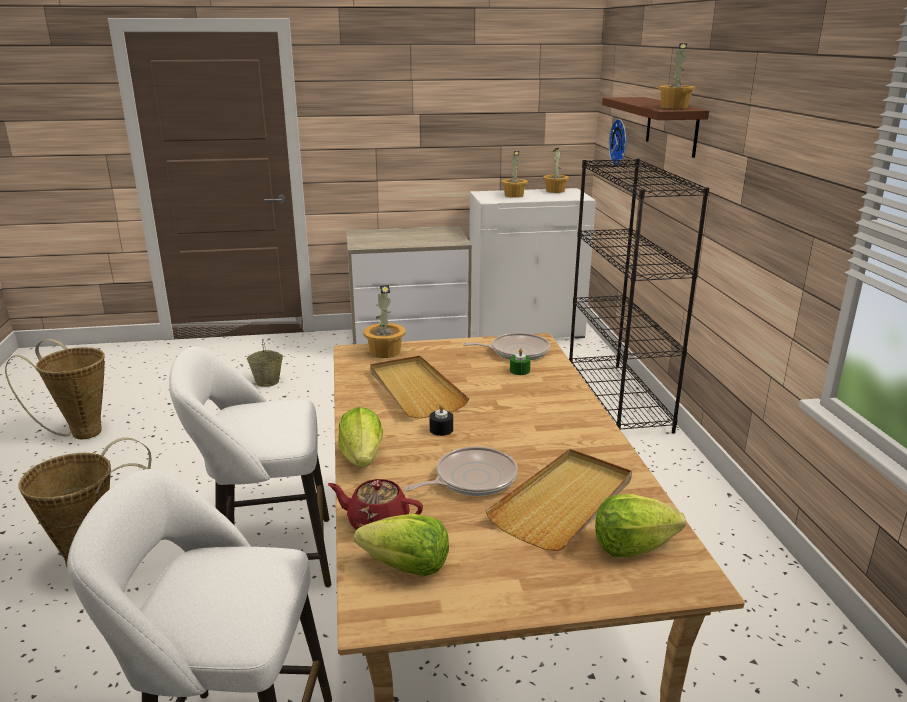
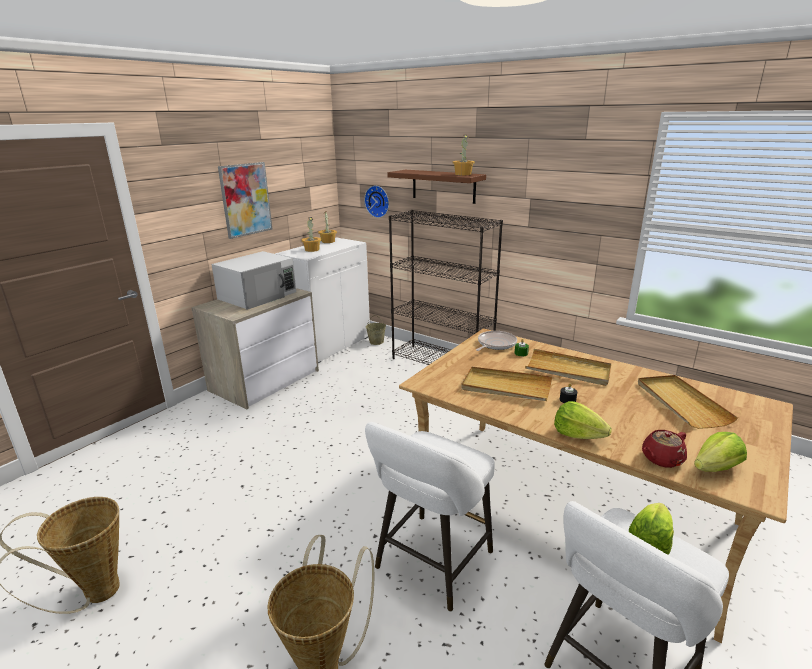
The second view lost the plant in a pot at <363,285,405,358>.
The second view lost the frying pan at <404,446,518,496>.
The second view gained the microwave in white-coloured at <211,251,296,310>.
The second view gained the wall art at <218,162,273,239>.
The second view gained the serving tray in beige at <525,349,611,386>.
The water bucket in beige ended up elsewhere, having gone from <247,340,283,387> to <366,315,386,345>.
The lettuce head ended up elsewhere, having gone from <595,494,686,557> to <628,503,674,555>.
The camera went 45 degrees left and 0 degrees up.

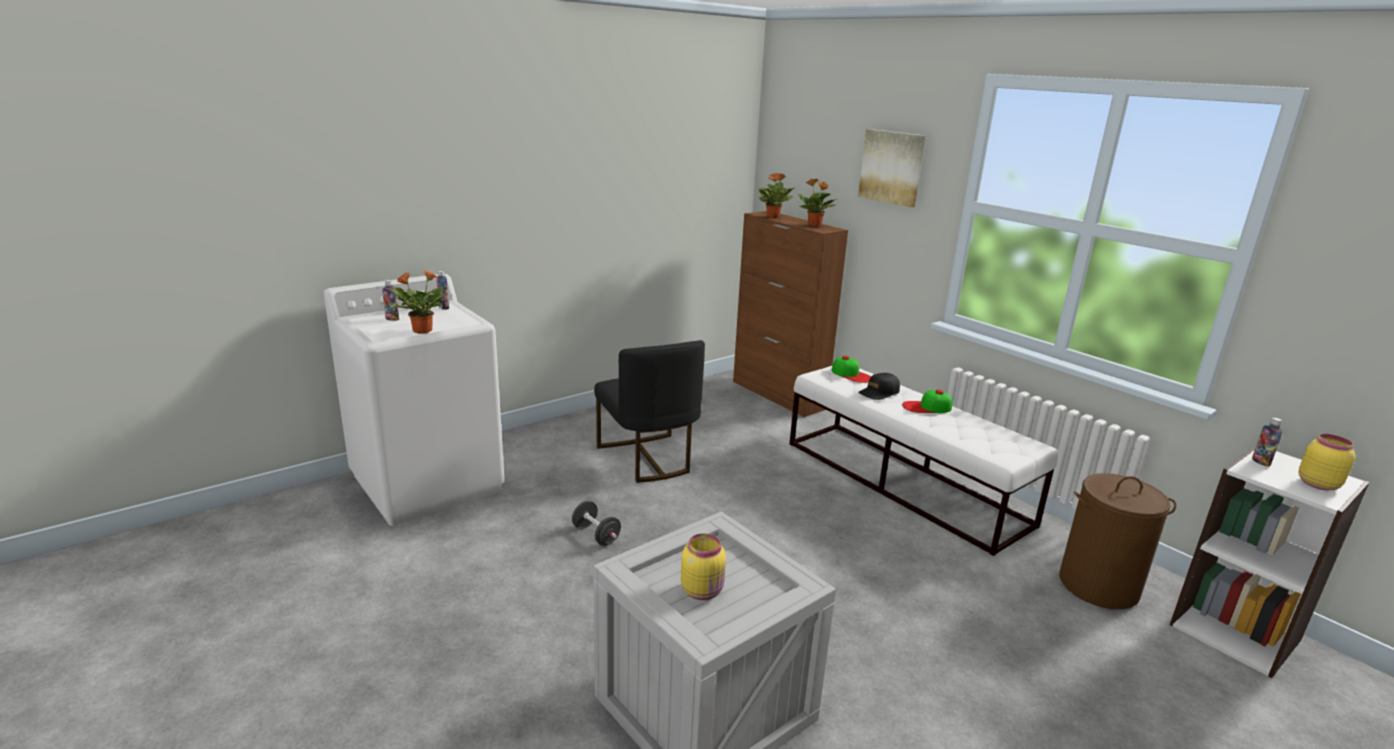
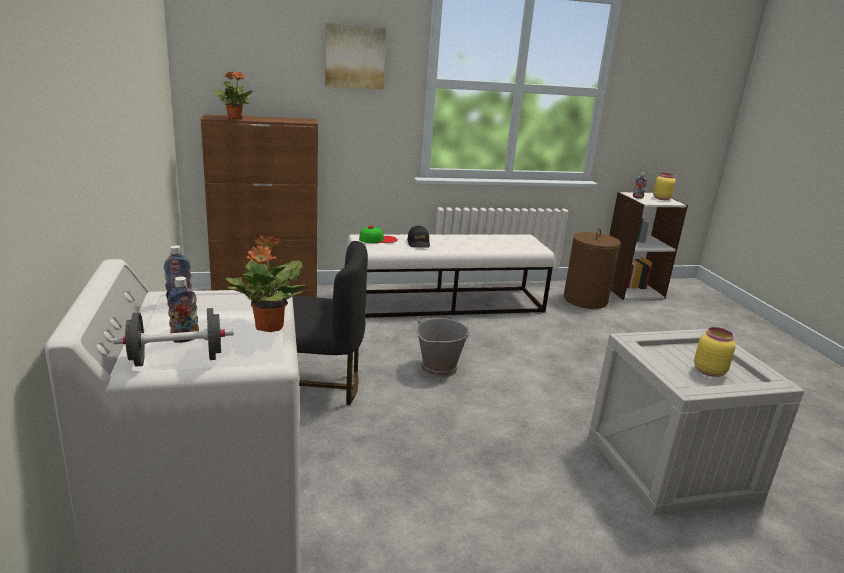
The second view lost the plant in a pot at <798,178,837,227>.
The second view lost the cap at <902,389,952,413>.
The second view gained the water bucket in grey at <416,318,471,378>.
The free weight in blackish ended up elsewhere, having gone from <572,501,621,546> to <113,308,234,367>.
The camera went 65 degrees left and 0 degrees up.

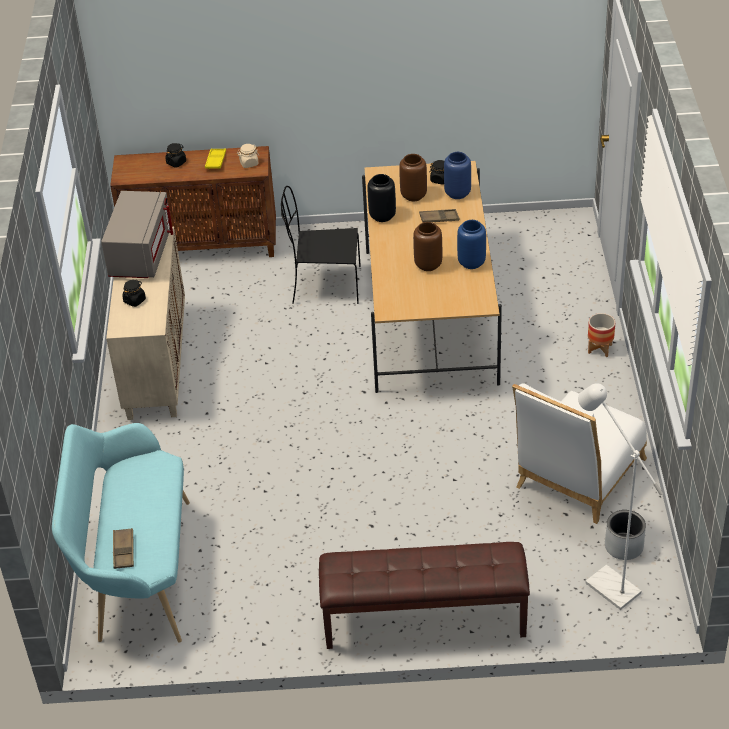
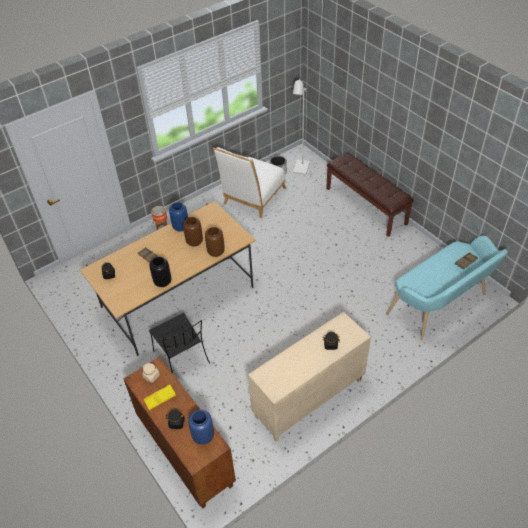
The second view lost the microwave in grey at <101,191,173,278>.
The vase in brown-coloured ended up elsewhere, having gone from <399,154,427,201> to <205,227,225,257>.
The vase in blue ended up elsewhere, having gone from <444,152,471,199> to <188,410,214,445>.
The chair in white-coloured at <512,383,647,524> ended up facing another way, 120 degrees clockwise from before.
The camera went 125 degrees left and 5 degrees up.

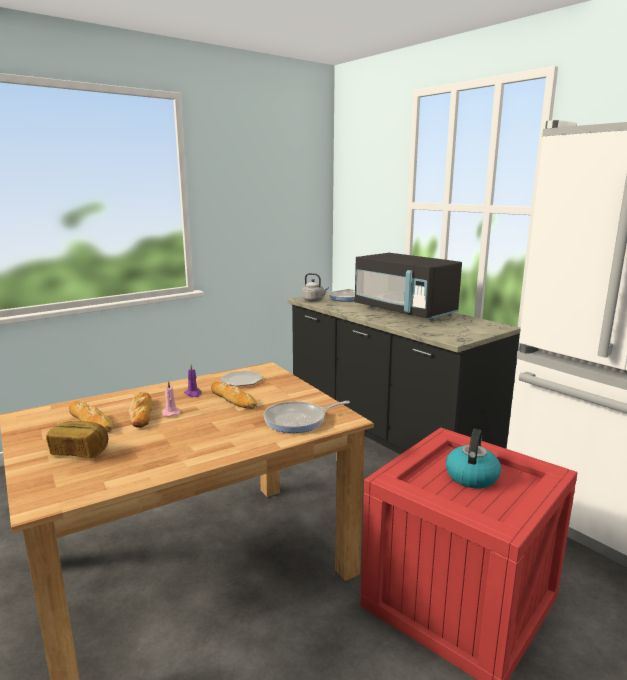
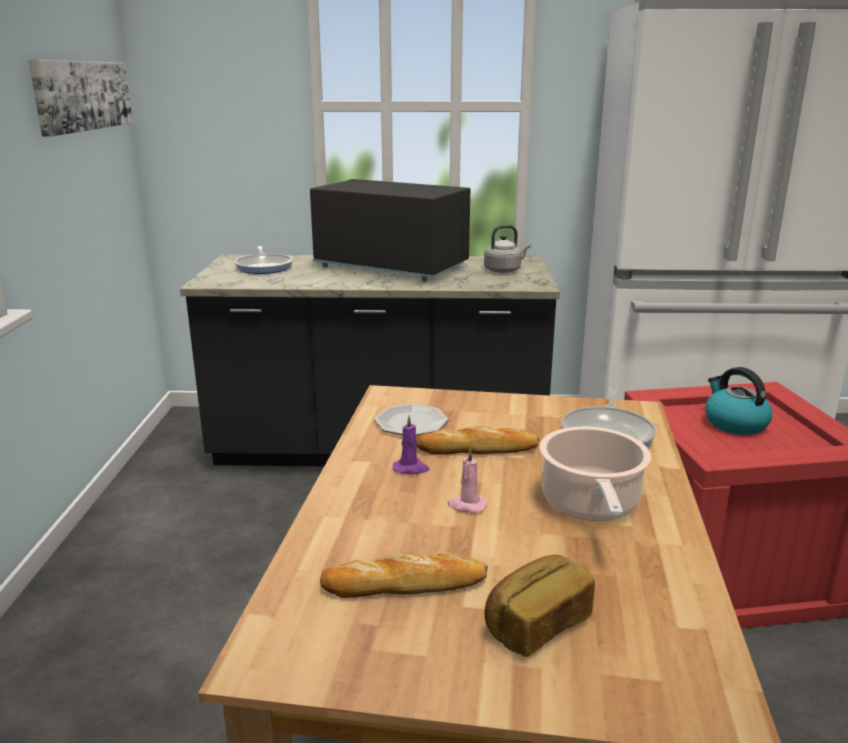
The second view lost the bakery bread at <129,392,152,428>.
The second view gained the wall art at <28,60,133,137>.
The second view gained the stockpot at <540,426,651,521>.
The kettle in grey ended up elsewhere, having gone from <302,273,329,302> to <484,225,531,273>.
The microwave in blackish at <355,253,462,321> ended up facing another way, 150 degrees counterclockwise from before.
The camera went 50 degrees left and 5 degrees up.

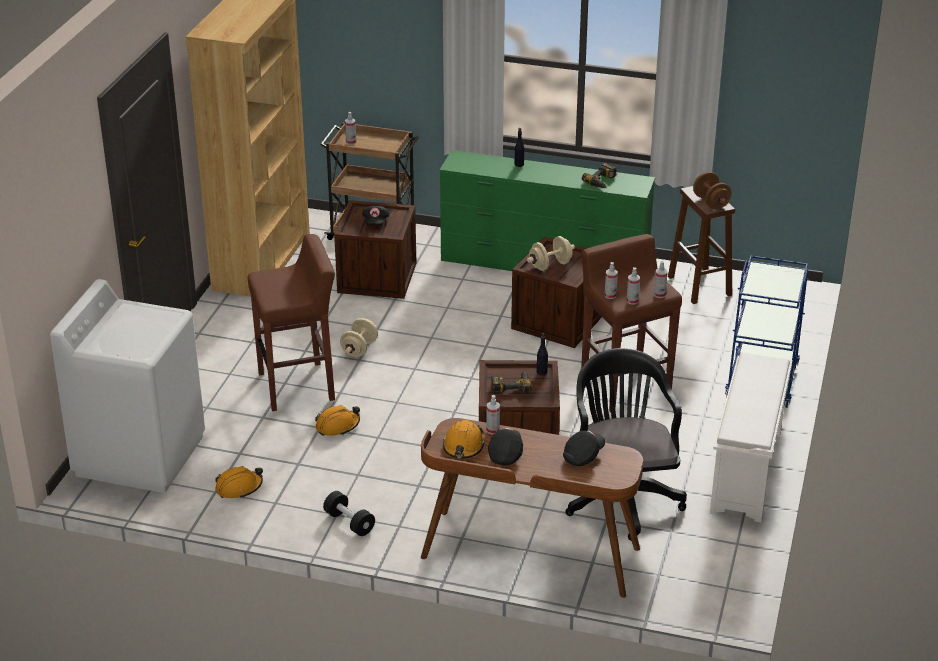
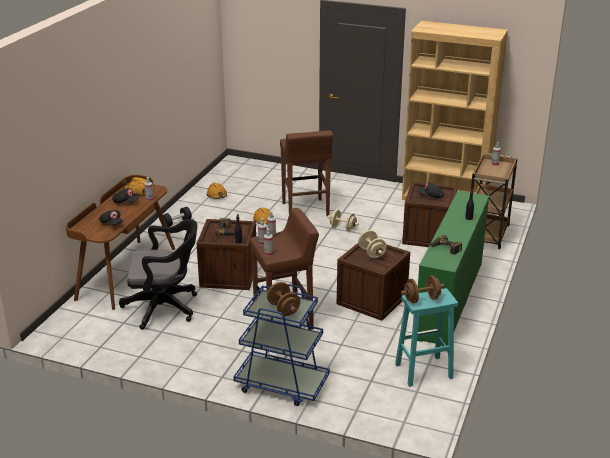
The second view lost the washing machine in white-coloured at <50,279,205,493>.
The second view lost the shoe rack in white-coloured at <710,353,792,523>.
The second view gained the free weight in brown-coloured at <267,282,300,316>.
What was the stool seat in brown-coloured at <668,186,735,304> turned into the stool seat in blue-green at <395,288,458,387>.
The camera went 95 degrees right and 5 degrees down.

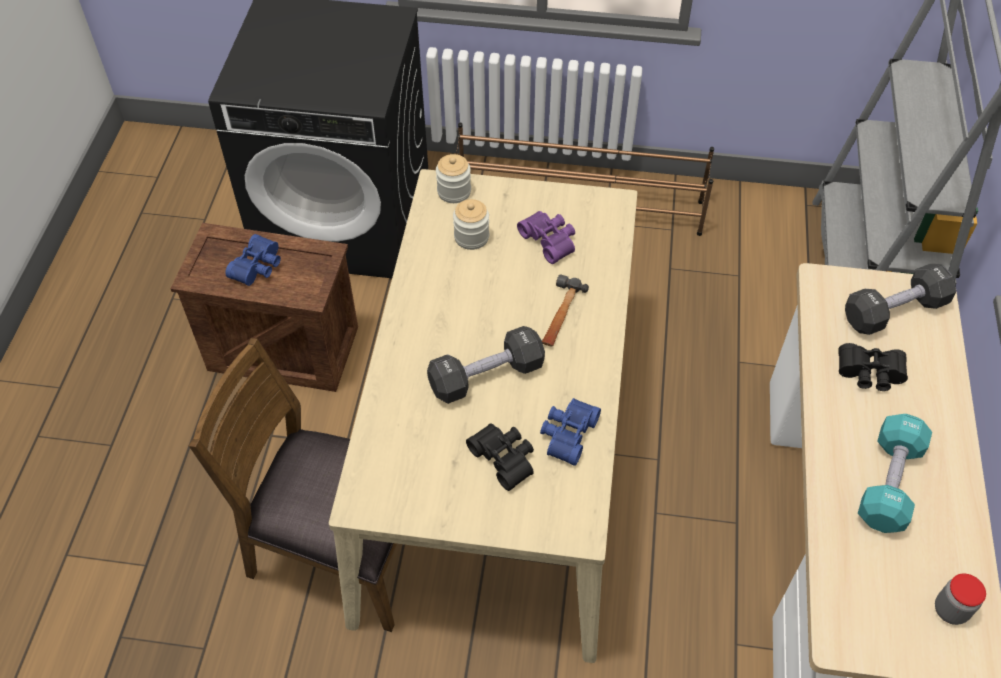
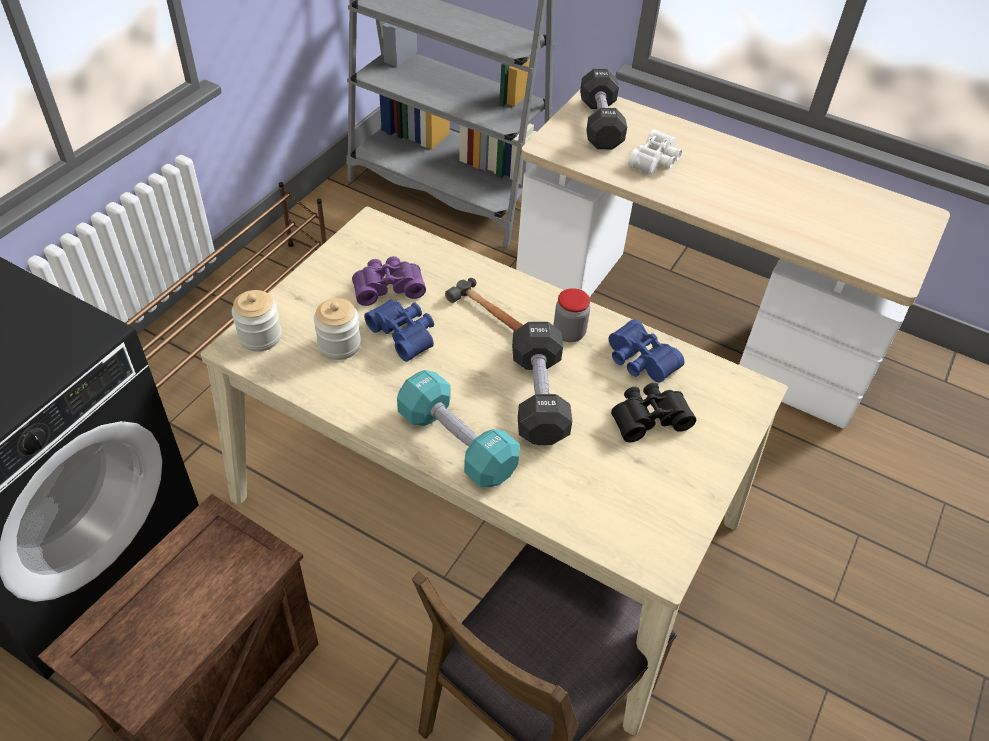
The pair of binoculars in blue ended up elsewhere, having gone from <225,234,281,286> to <364,299,434,362>.
The free weight in blue-green ended up elsewhere, having gone from <858,414,932,533> to <397,370,520,487>.
The preserve jar ended up elsewhere, having gone from <935,574,986,625> to <554,288,590,342>.
What was the pair of binoculars in blackish at <839,343,908,391> turned into the pair of binoculars in white-coloured at <628,129,682,175>.
The camera went 70 degrees left and 5 degrees down.

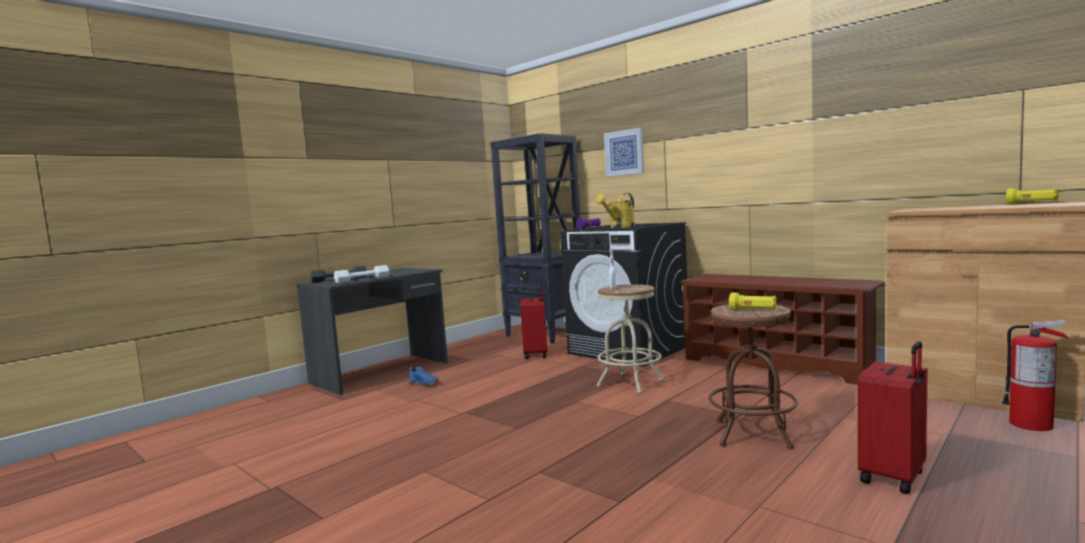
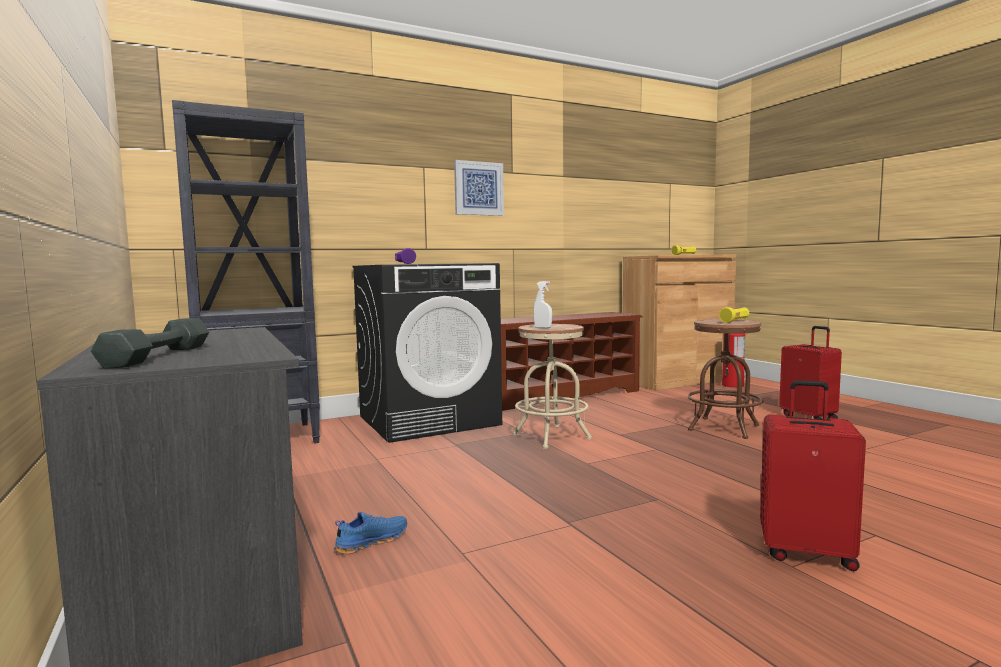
The second view lost the free weight in white-coloured at <334,265,389,283>.
The second view lost the sprinkling can in yellowish at <596,193,635,228>.
The suitcase in reddish ended up elsewhere, having gone from <520,284,547,359> to <760,380,866,571>.
The wall art ended up elsewhere, having gone from <604,128,644,177> to <454,160,504,216>.
The camera went 70 degrees left and 0 degrees up.

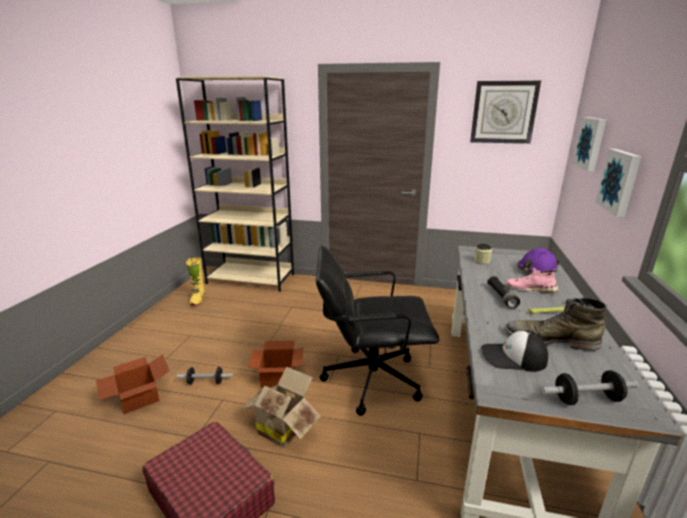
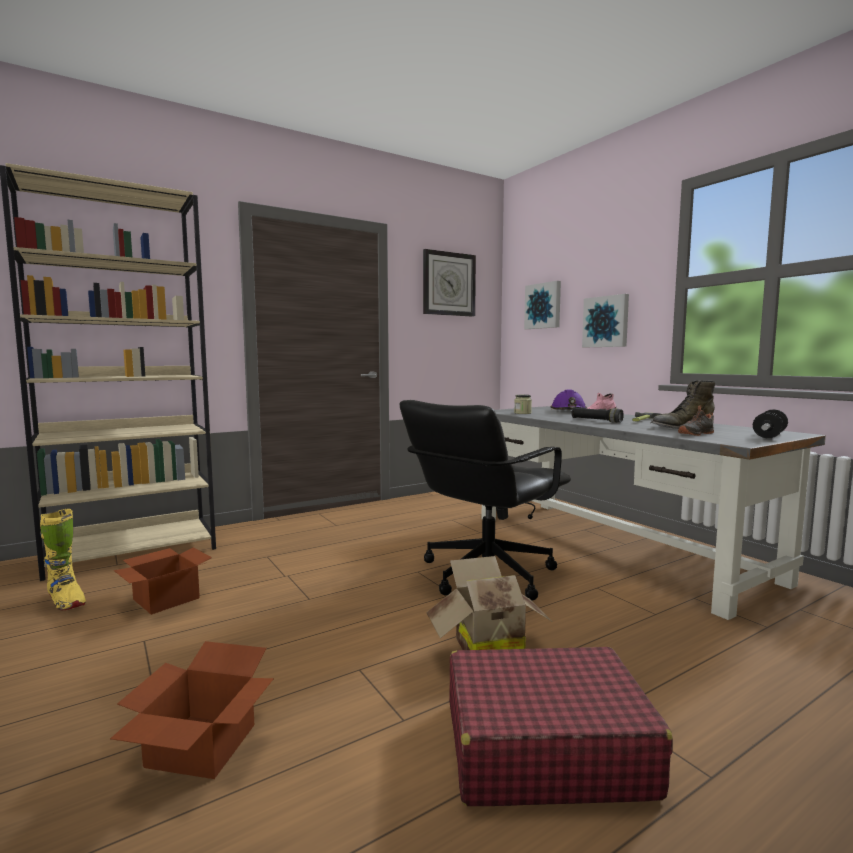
The second view lost the free weight at <177,367,233,385>.
The cardboard box ended up elsewhere, having gone from <248,340,303,388> to <114,547,212,615>.
Where the cap stood at <481,330,548,372>, the item of footwear in blackish came to stand at <678,405,714,436>.
The camera went 45 degrees left and 15 degrees down.

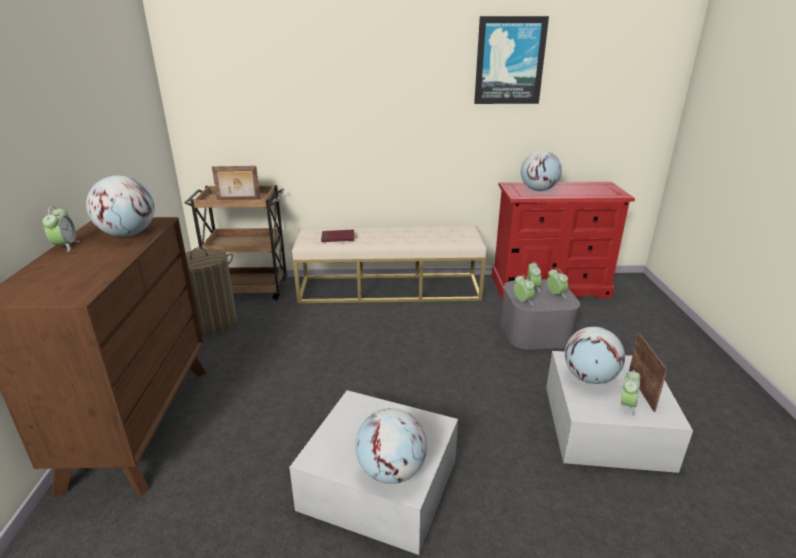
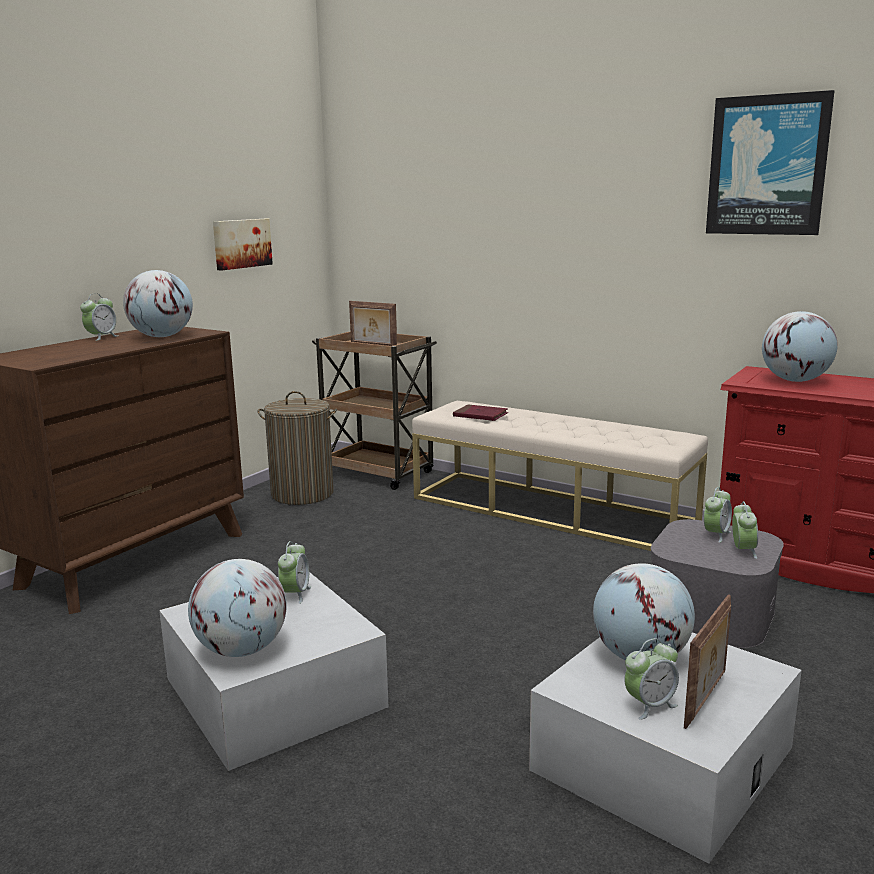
The second view gained the wall art at <213,219,273,270>.
The table clock ended up elsewhere, having gone from <514,275,535,305> to <278,541,311,604>.
The camera went 35 degrees right and 10 degrees down.

